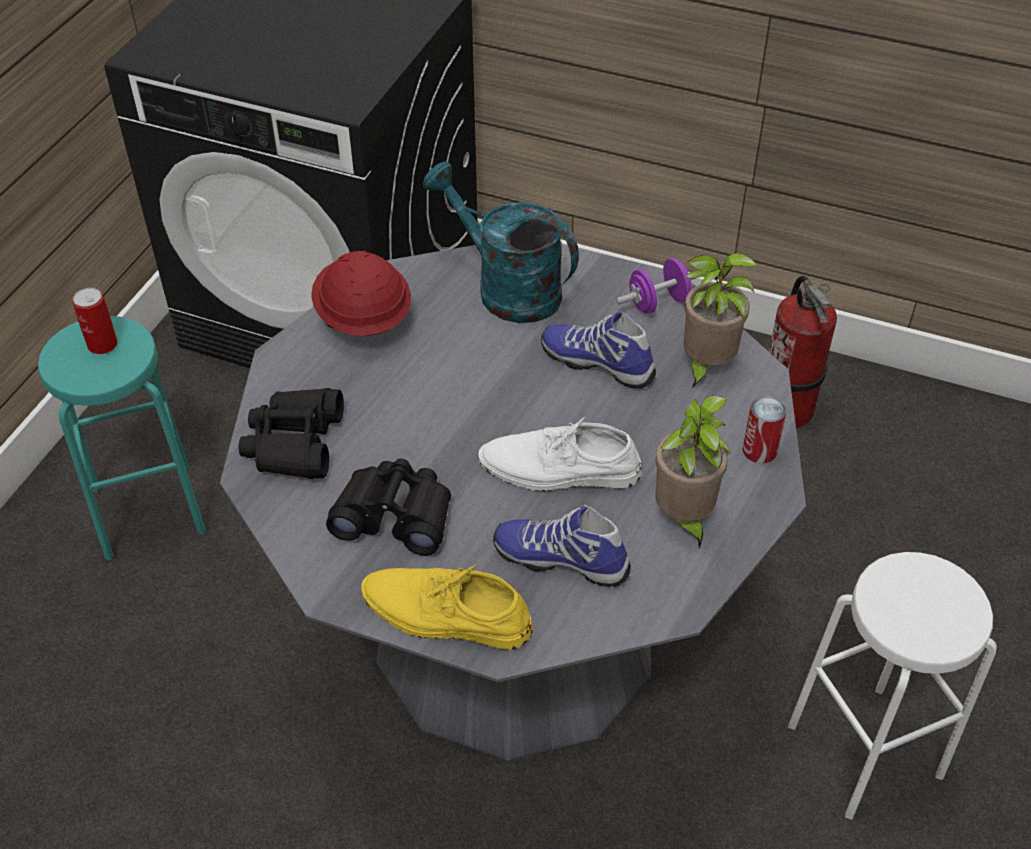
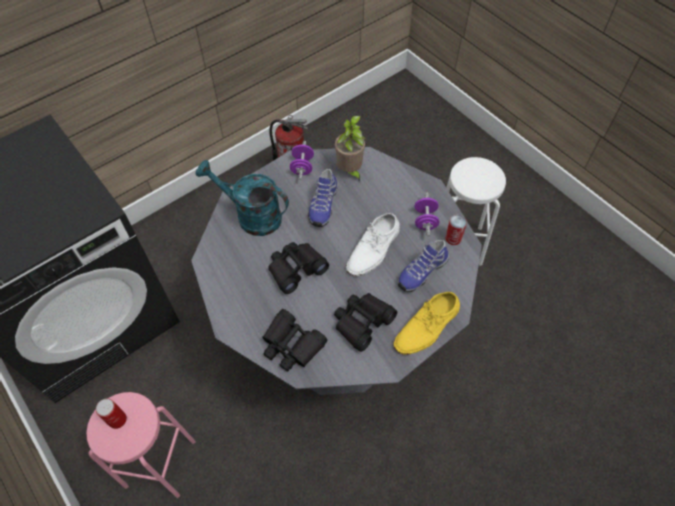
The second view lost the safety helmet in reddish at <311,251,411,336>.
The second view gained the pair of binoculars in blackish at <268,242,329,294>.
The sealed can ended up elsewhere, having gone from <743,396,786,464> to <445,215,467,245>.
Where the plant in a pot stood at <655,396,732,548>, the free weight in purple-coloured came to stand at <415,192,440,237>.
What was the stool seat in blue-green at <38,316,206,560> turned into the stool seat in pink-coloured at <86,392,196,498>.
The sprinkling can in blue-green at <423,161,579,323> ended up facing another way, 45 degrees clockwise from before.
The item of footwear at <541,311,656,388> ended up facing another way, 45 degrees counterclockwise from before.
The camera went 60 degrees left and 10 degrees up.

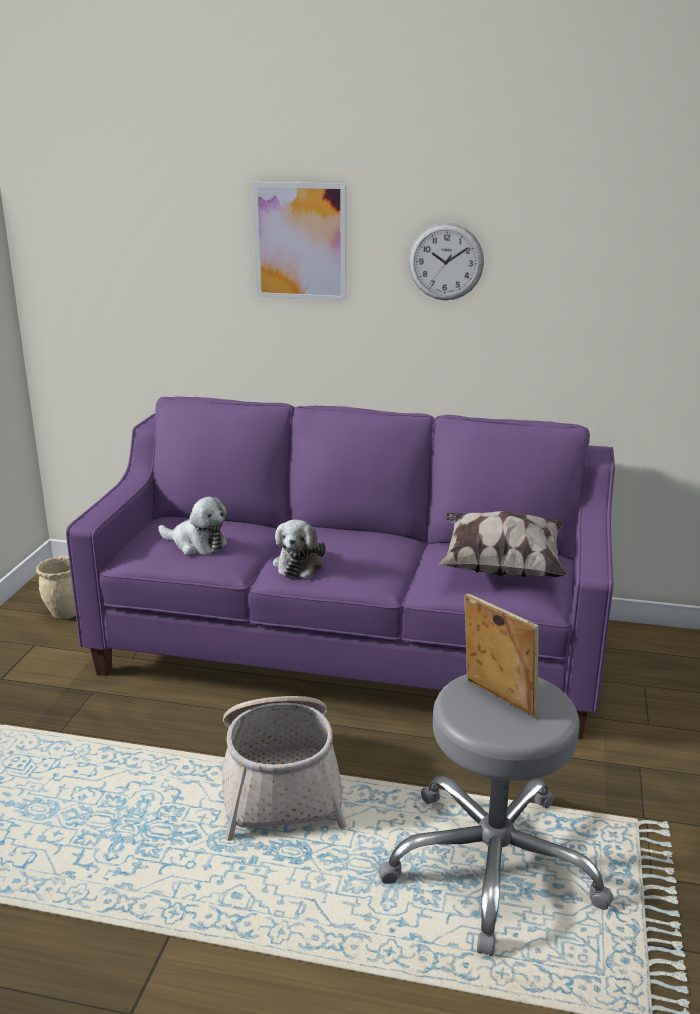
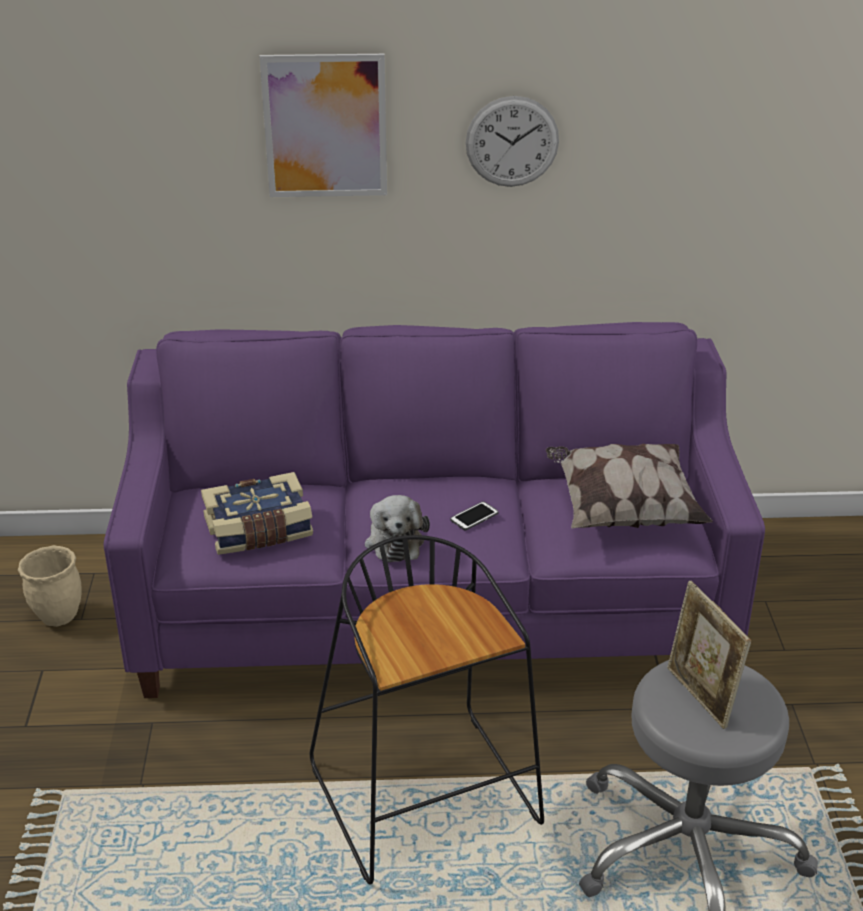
The second view gained the phone at <450,501,498,530>.
Where the soft toy stood at <158,497,227,555>, the bound book came to stand at <201,472,313,555>.
Where the basket stood at <222,696,347,841>, the stool seat in blackish came to stand at <310,535,544,884>.
The photo frame at <464,593,539,718> ended up facing another way, 150 degrees counterclockwise from before.
The camera went 15 degrees left and 10 degrees up.

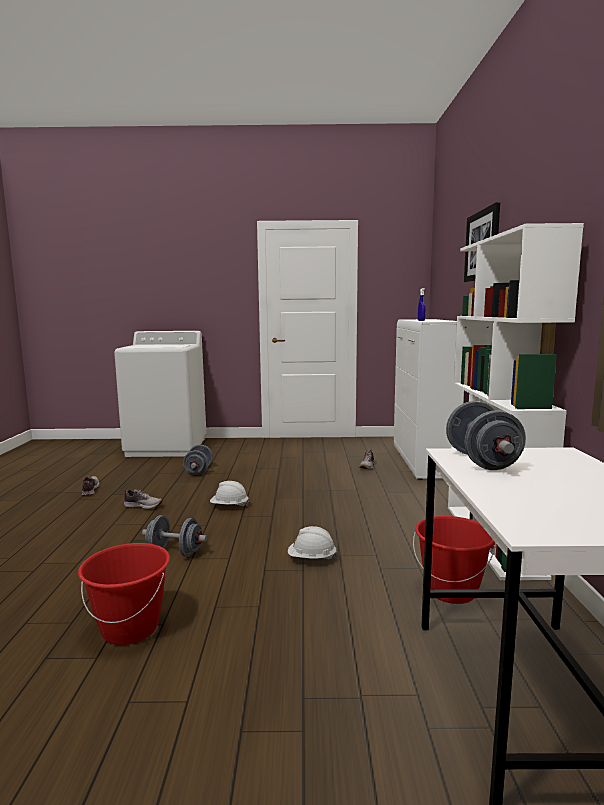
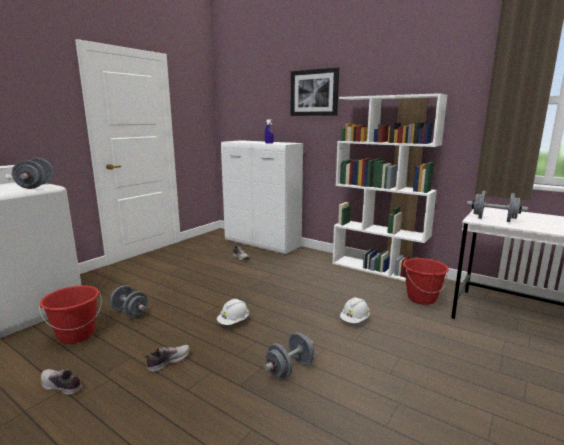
The second view gained the free weight in grey at <12,158,54,189>.
The water bucket in reddish ended up elsewhere, having gone from <78,543,170,645> to <39,285,102,344>.
The camera went 55 degrees left and 5 degrees up.

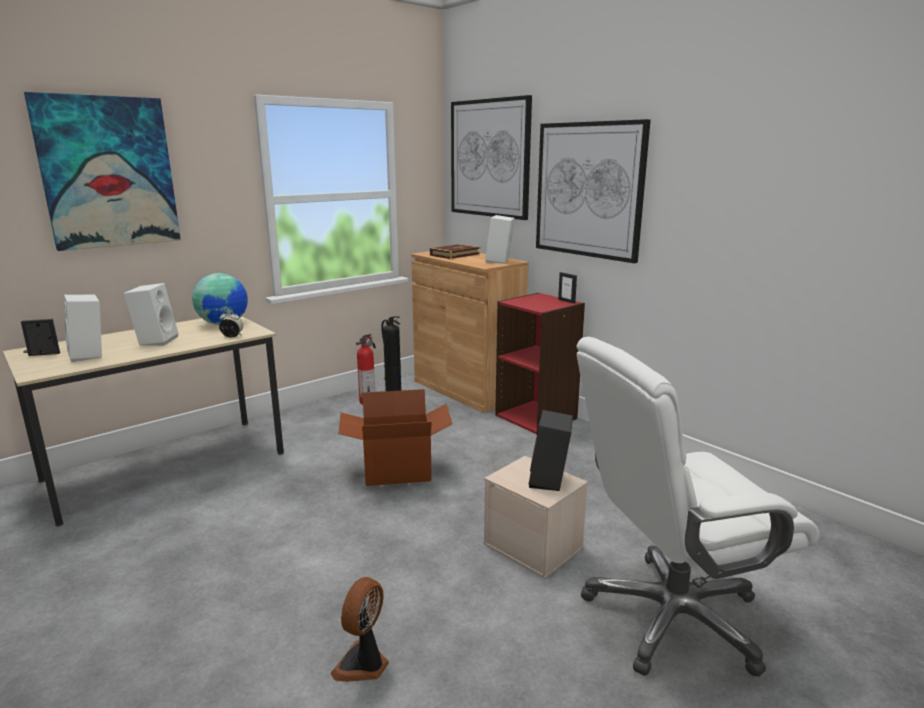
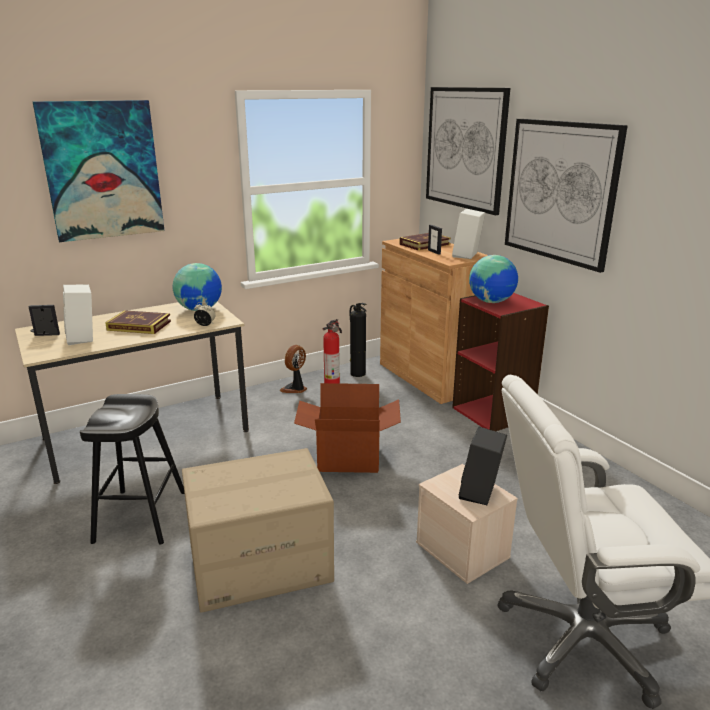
The second view gained the stool seat in blackish at <80,394,185,545>.
The second view gained the cardboard box at <182,448,334,613>.
The second view gained the desk globe at <469,255,518,303>.
The cooling fan ended up elsewhere, having gone from <330,577,389,682> to <280,345,307,393>.
The photo frame ended up elsewhere, having gone from <558,272,577,304> to <428,225,442,255>.
Where the loudspeaker in white-coloured stood at <124,283,178,346>, the bound book came to stand at <105,310,171,334>.
The camera went 10 degrees right and 5 degrees up.

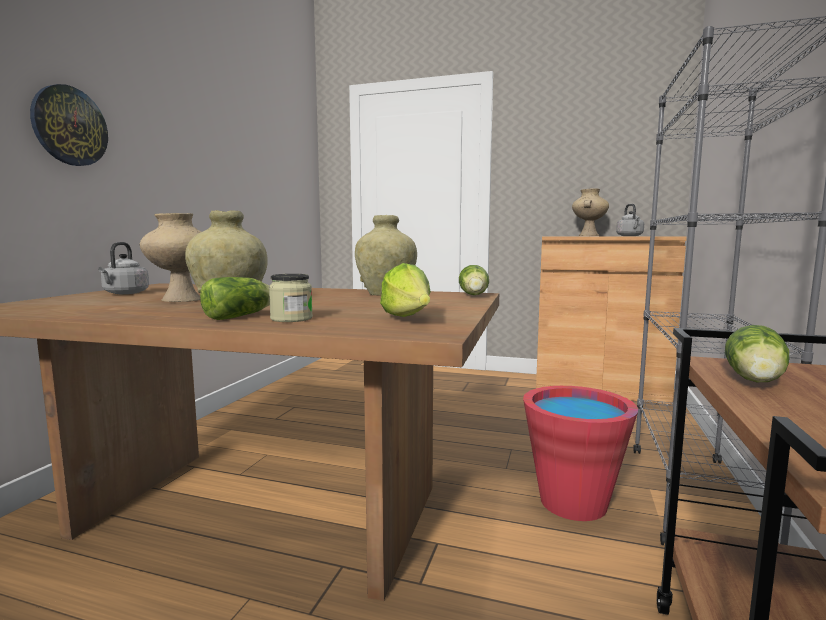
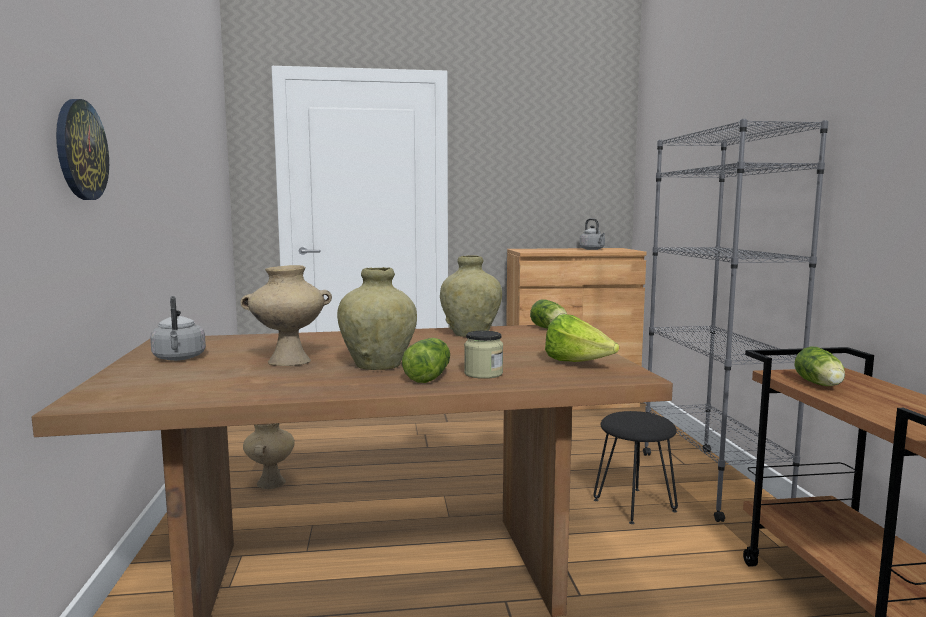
The vase in beige ended up elsewhere, having gone from <572,188,609,236> to <243,423,295,489>.
Where the water bucket in reddish stood at <523,386,638,521>, the stool seat in blackish came to stand at <593,411,678,524>.
The camera went 25 degrees left and 0 degrees up.

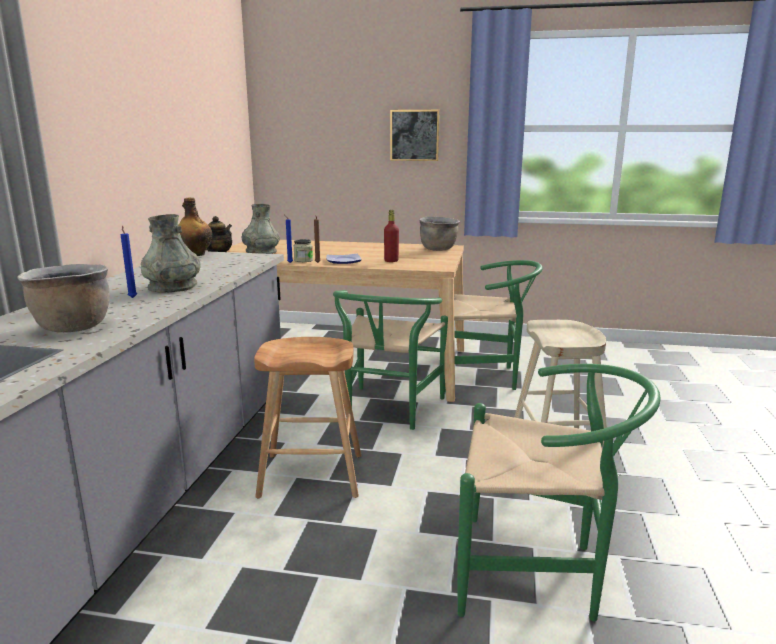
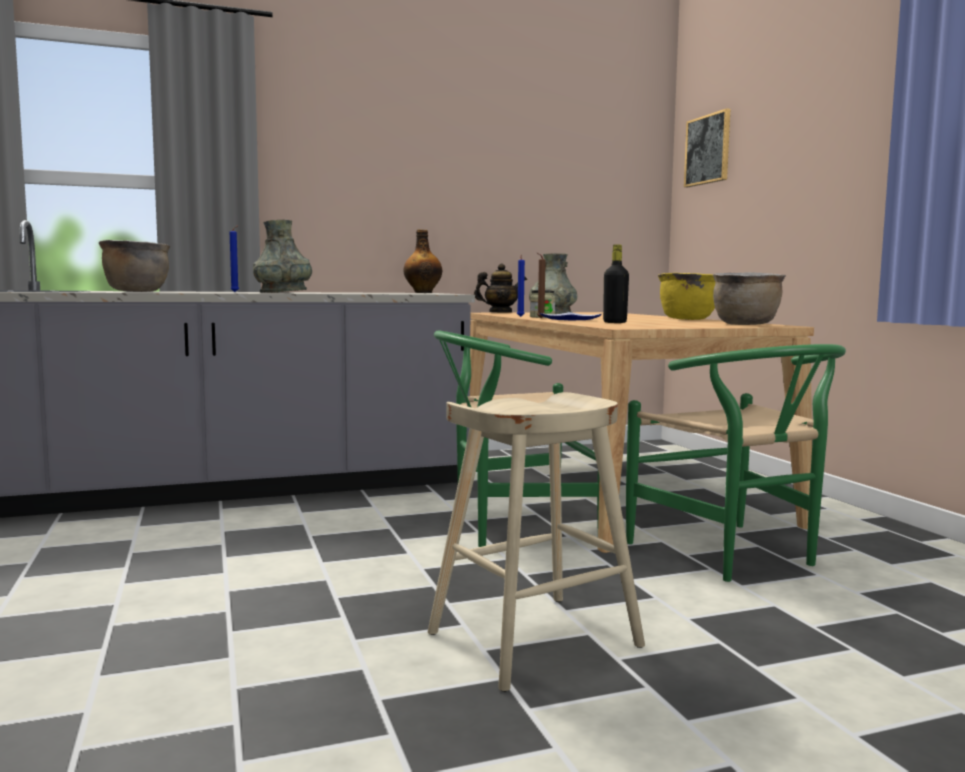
The second view lost the stool seat in brown-coloured at <254,337,362,498>.
The second view lost the chair in greenish at <457,364,661,621>.
The second view gained the stockpot in yellowish at <658,273,715,320>.
The wall art ended up elsewhere, having gone from <390,110,440,161> to <684,108,730,187>.
What was the bottle in reddish at <384,210,399,262> turned into the bottle in blackish at <603,244,629,323>.
The camera went 60 degrees right and 10 degrees down.

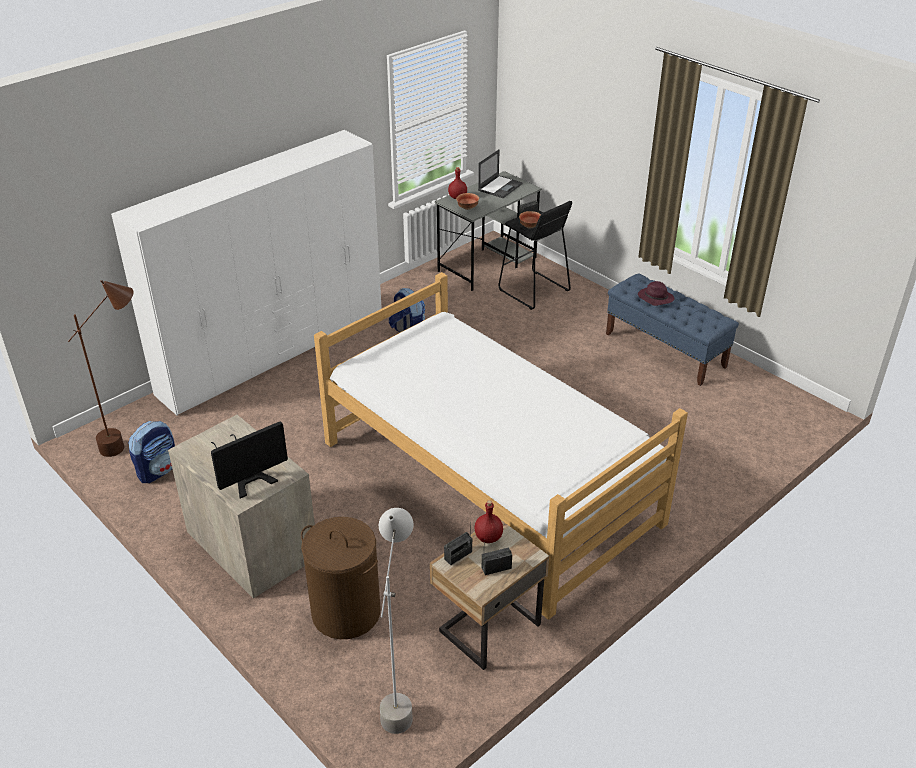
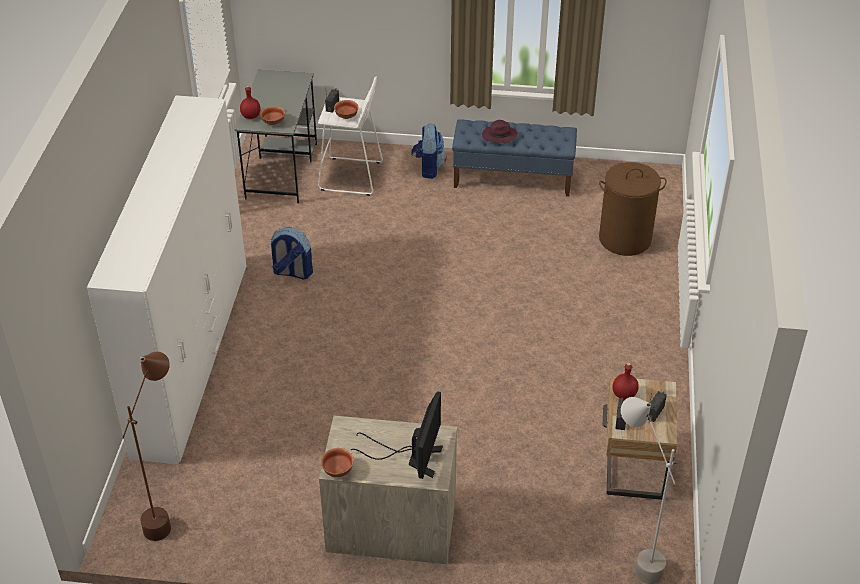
The second view lost the bedroom bed at <314,272,688,620>.
The second view lost the notebook computer at <478,149,523,198>.
The second view gained the bowl at <321,448,354,478>.
The knapsack ended up elsewhere, having gone from <128,421,175,483> to <412,124,447,179>.
The hamper in brown-coloured ended up elsewhere, having gone from <301,517,380,639> to <599,162,667,256>.
What was the stool seat in blackish at <499,201,572,310> turned into the stool seat in white-coloured at <318,76,383,196>.
The camera went 40 degrees left and 5 degrees up.

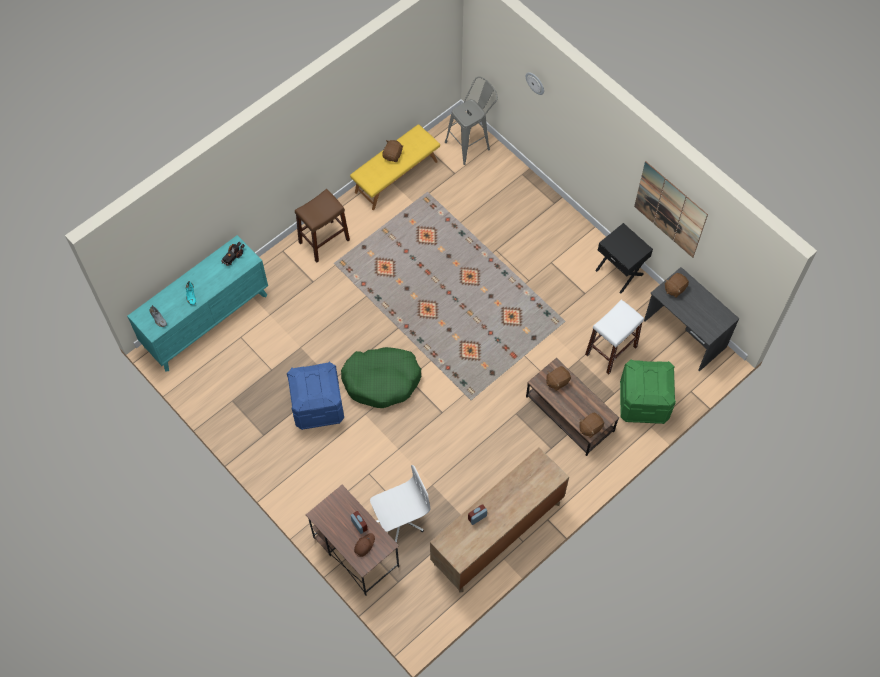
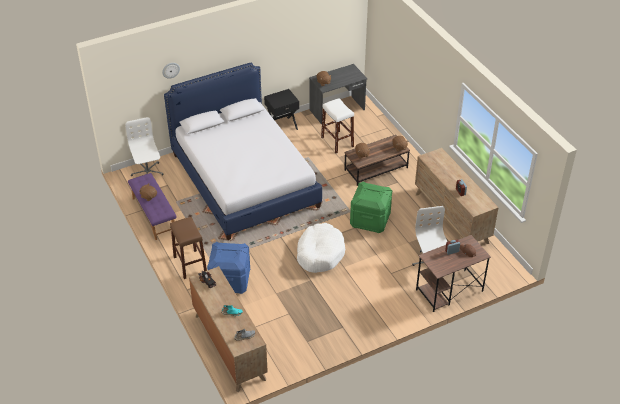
The second view lost the wall art at <634,161,708,258>.
The second view gained the bedroom bed at <164,63,322,240>.
The storage box in blue ended up elsewhere, having gone from <287,362,344,430> to <207,242,250,294>.
The storage box in greenish ended up elsewhere, having gone from <620,360,676,424> to <350,181,392,233>.
Where the stool seat in grey stood at <445,77,498,165>, the computer chair in white-coloured came to stand at <125,117,164,176>.
What was the drawer chest in blue-green at <127,235,268,372> turned into the drawer chest in brown-coloured at <189,266,268,392>.
What was the dog bed in greenish at <341,347,422,408> turned into the dog bed in white-coloured at <297,223,345,273>.
What was the long seat in yellowish at <350,124,440,210> turned into the long seat in purple-coloured at <128,173,177,240>.
The camera went 75 degrees left and 20 degrees down.

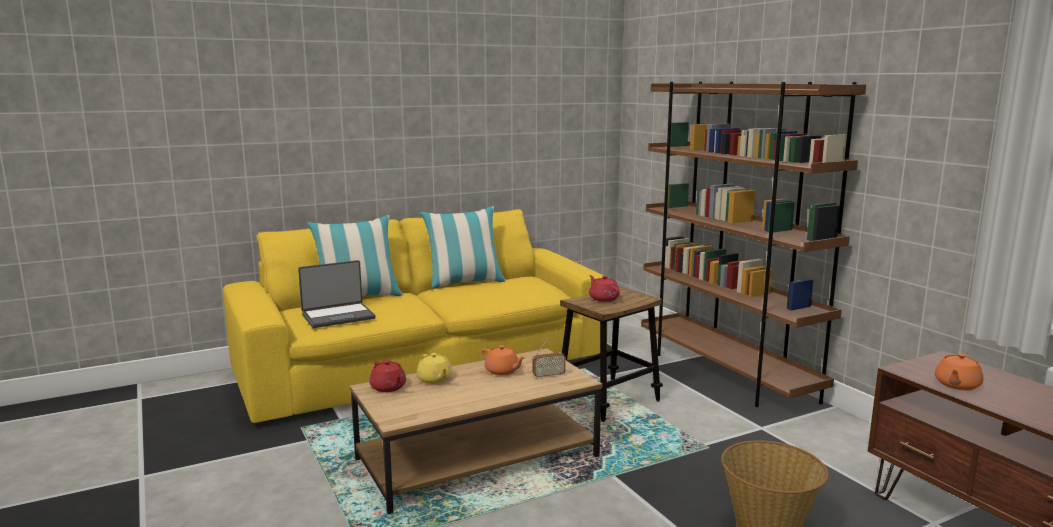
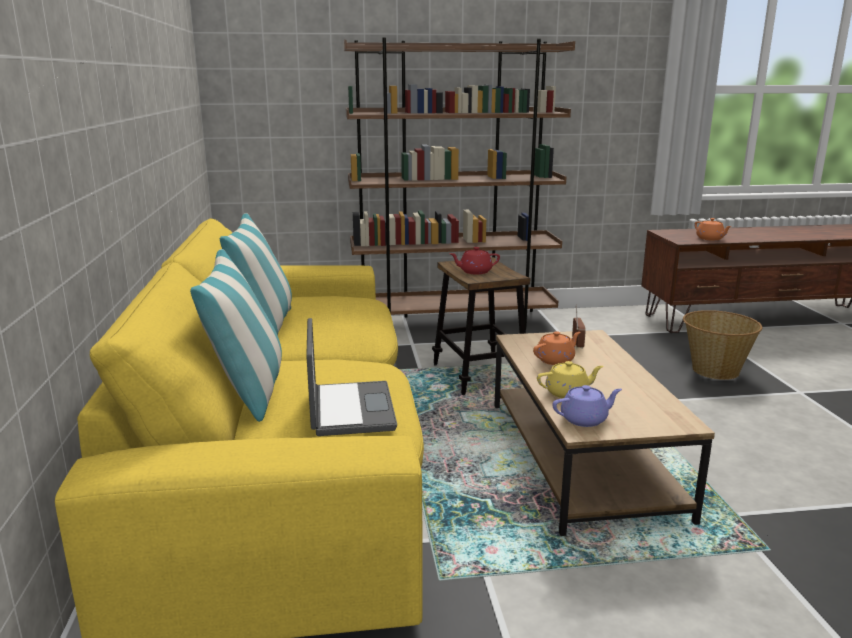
What was the tea pot in reddish at <369,360,406,392> turned into the tea pot in purple-coloured at <552,385,622,427>.
The camera went 70 degrees left and 5 degrees up.

